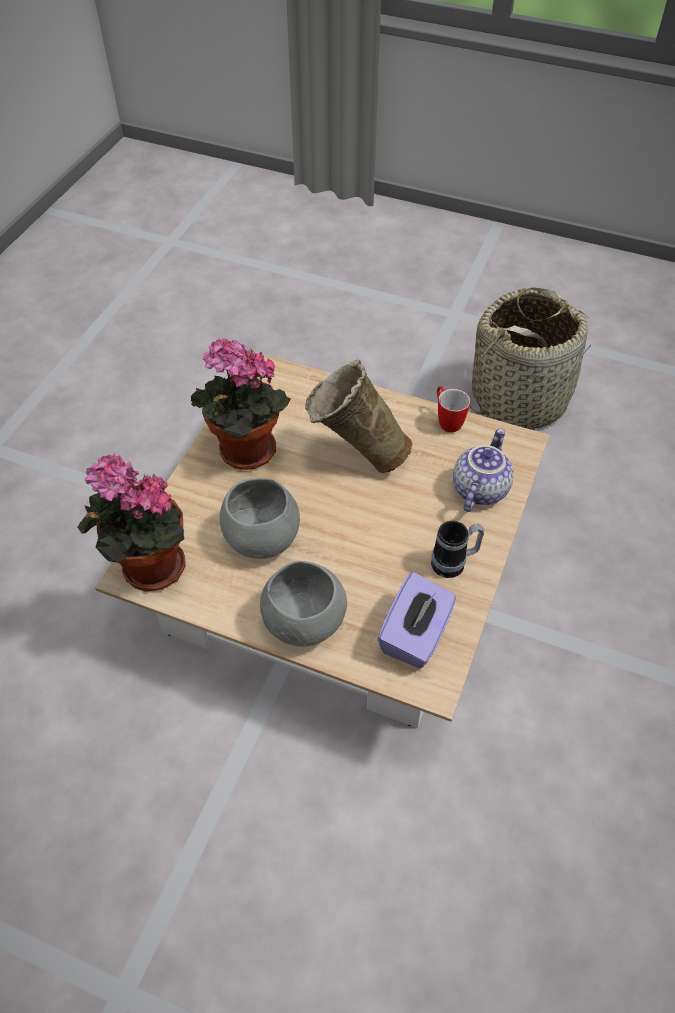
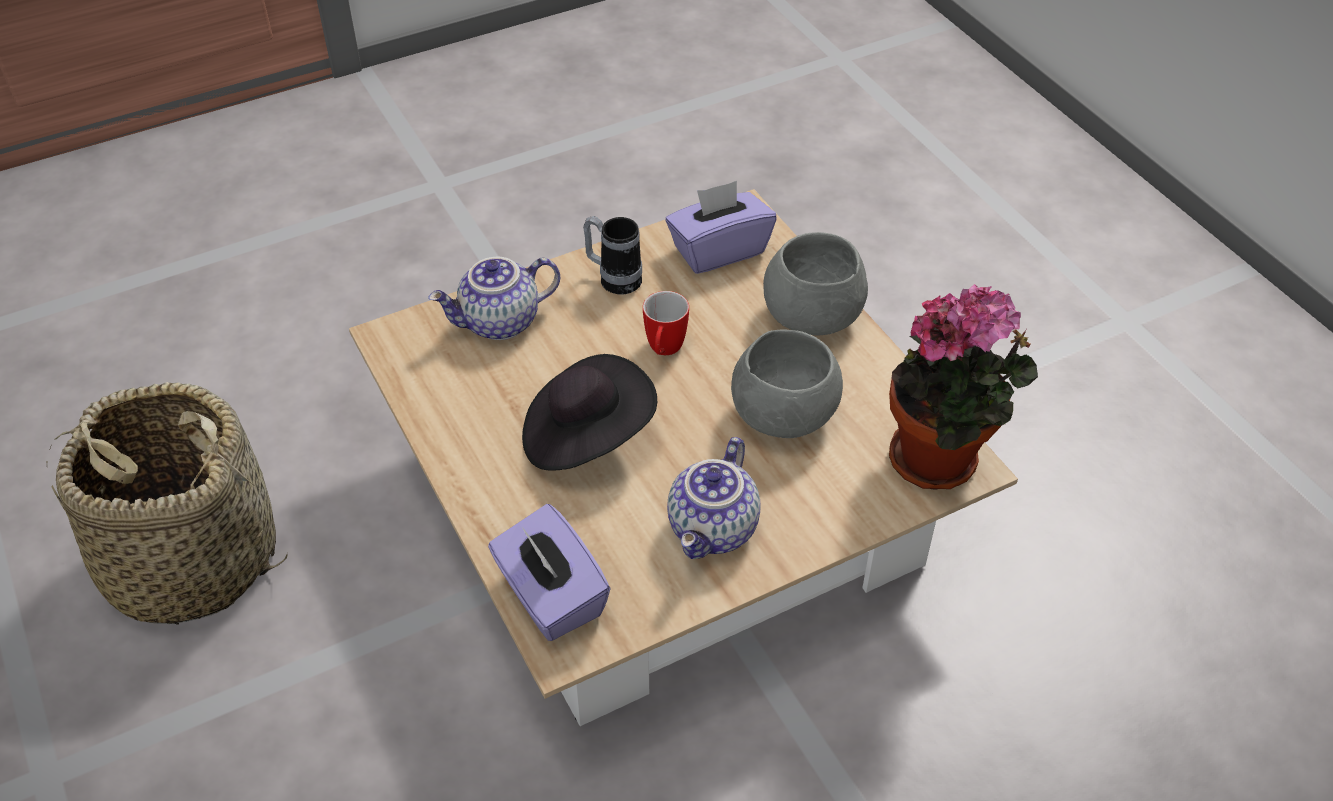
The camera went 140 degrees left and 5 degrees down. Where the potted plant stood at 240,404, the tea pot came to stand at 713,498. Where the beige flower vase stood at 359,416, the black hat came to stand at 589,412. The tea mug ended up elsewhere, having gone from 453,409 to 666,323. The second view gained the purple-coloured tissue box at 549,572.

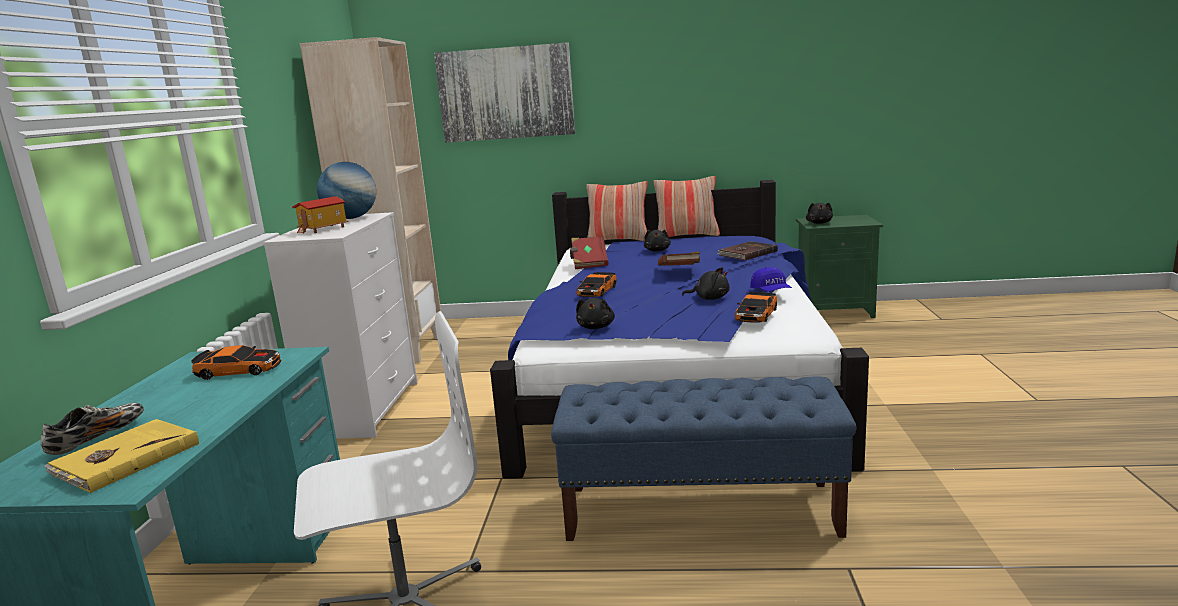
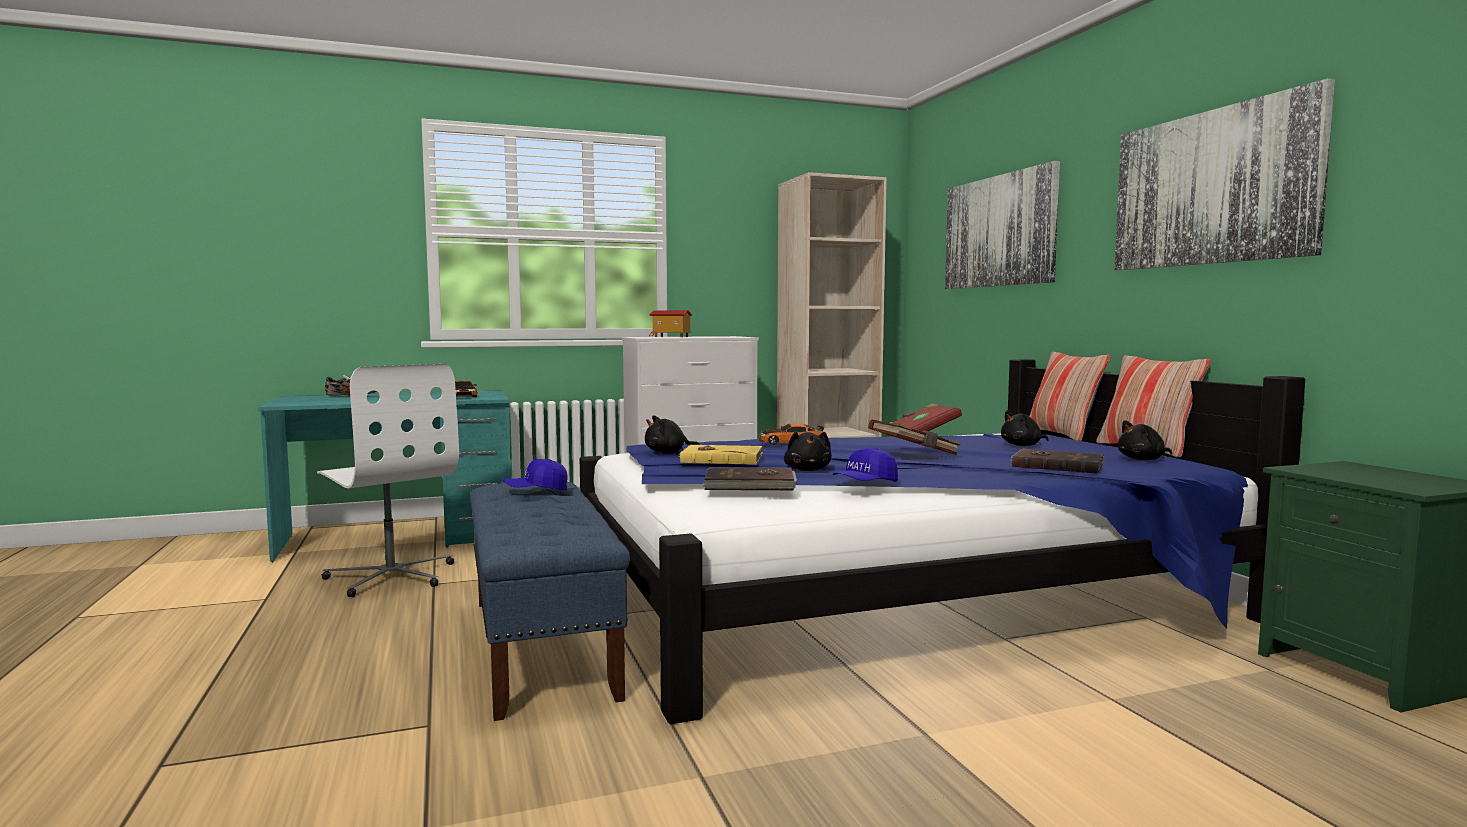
The camera went 65 degrees right and 10 degrees down. The yellow-coloured book ended up elsewhere, having gone from 121,456 to 721,455. The second view lost the globe at 346,190. Where the model car stood at 756,307, the brown-coloured book came to stand at 750,479. The black plush toy ended up elsewhere, having gone from 819,213 to 1145,440. The second view gained the blue peaked cap at 535,474. The second view gained the wall art at 1224,174.

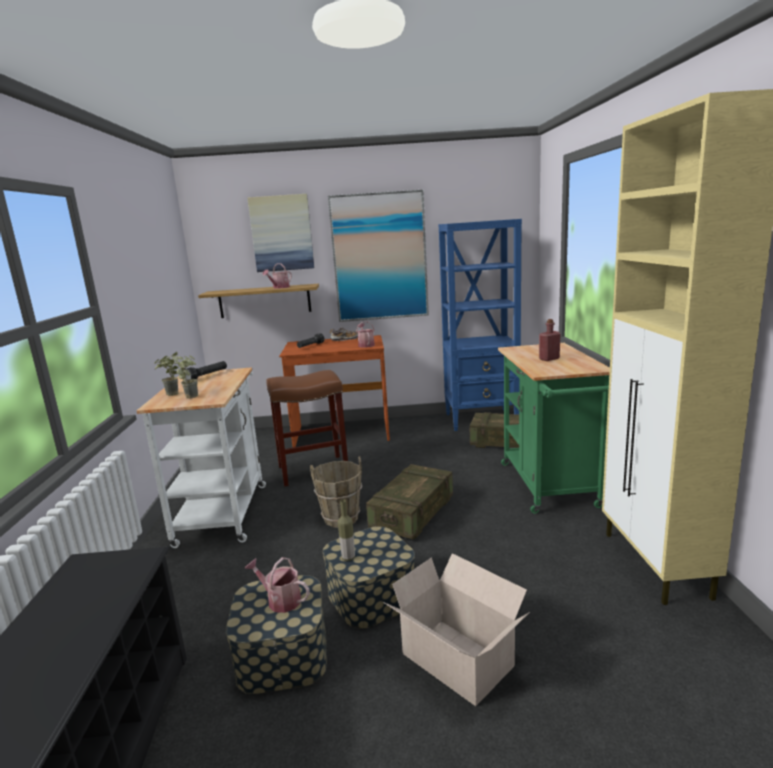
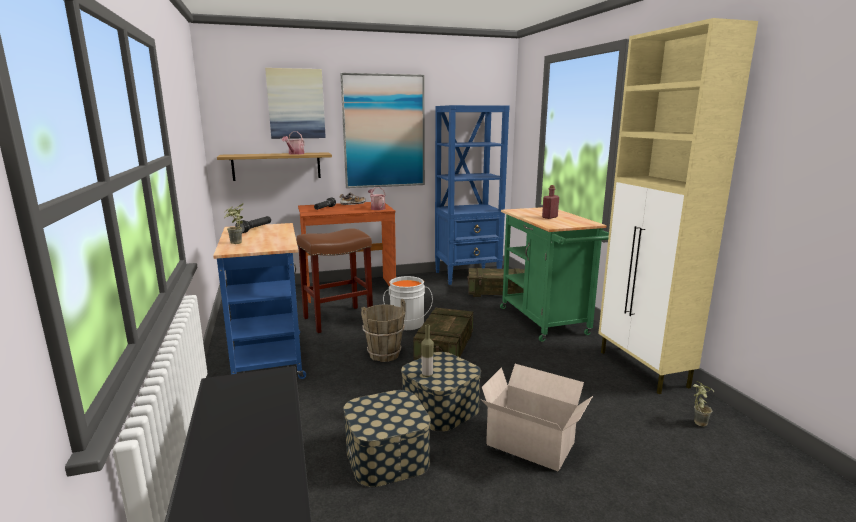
The camera went 15 degrees left and 0 degrees up. What was the white-coloured wheeled cart at 201,458 turned into the blue wheeled cart at 259,301. The potted plant ended up elsewhere, having gone from 185,377 to 703,404. The second view lost the watering can at 277,585. The second view gained the grey water bucket at 408,303.

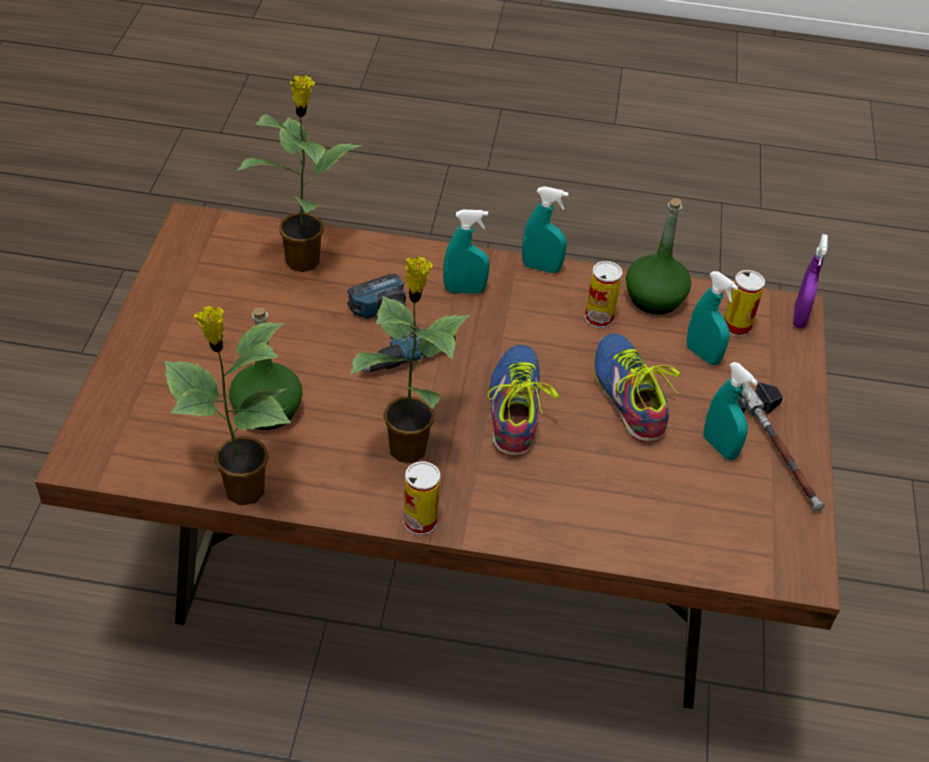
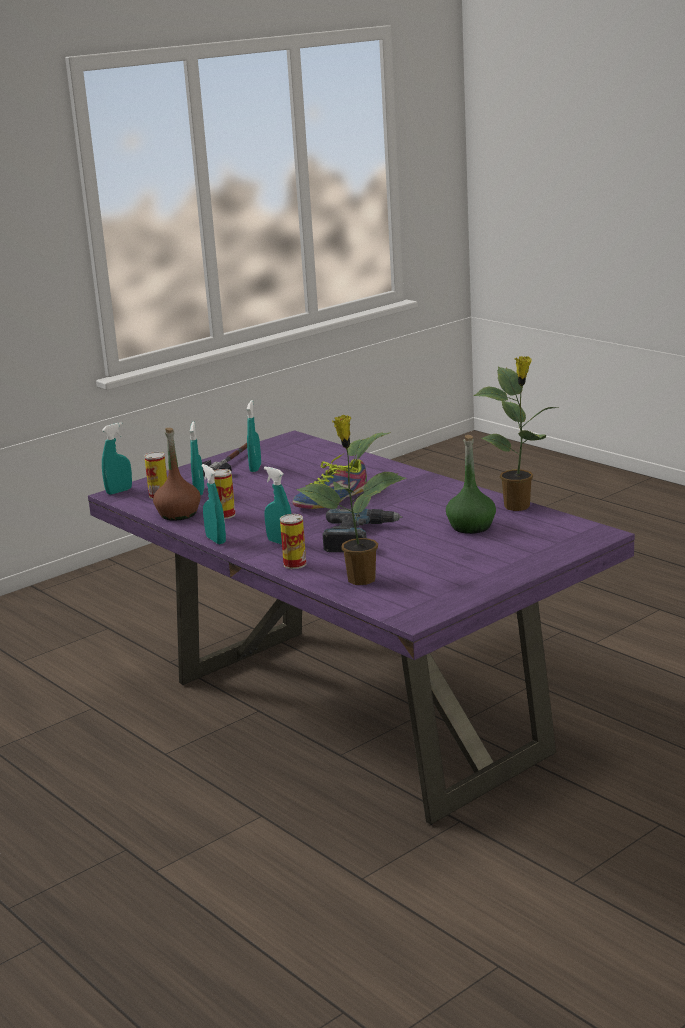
The camera went 135 degrees left and 25 degrees down. What was the brown-coloured kitchen table at 437,456 turned into the purple-coloured kitchen table at 361,627. The second view lost the potted plant at 410,359. The can ended up elsewhere, having gone from 421,498 to 293,541. The second view lost the shoe at 637,388. What was the green drink bottle at 658,256 turned into the brown-coloured drink bottle at 176,474. What was the purple-coloured spray bottle at 810,281 turned into the turquoise-coloured spray bottle at 117,459.

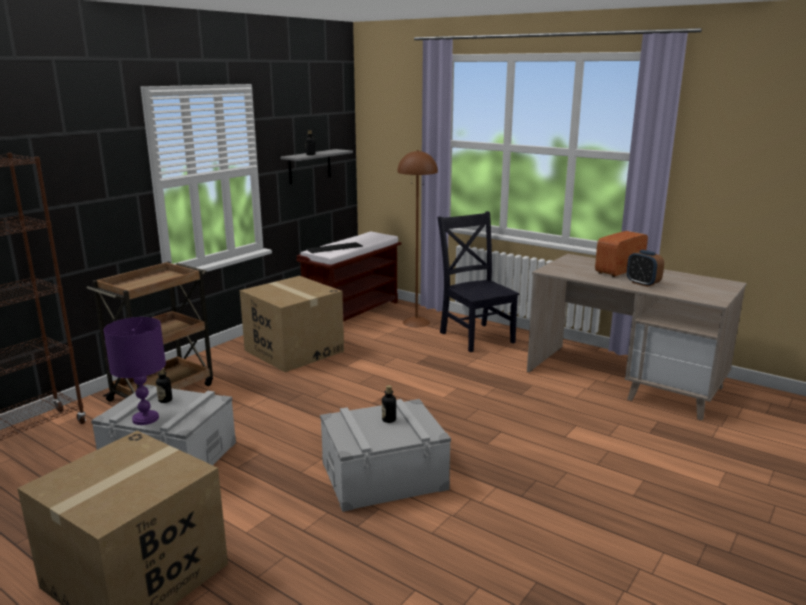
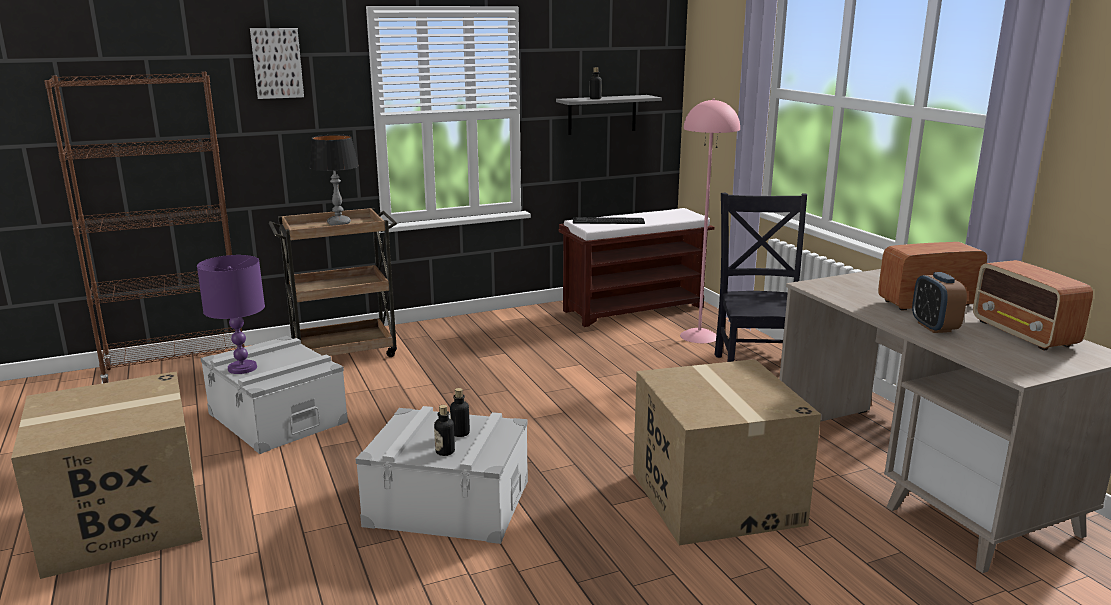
The camera went 30 degrees right and 0 degrees up. The drink bottle ended up elsewhere, having gone from 164,385 to 444,430. The carton ended up elsewhere, having gone from 292,324 to 727,452. What was the brown-coloured floor lamp at 417,238 turned into the pink floor lamp at 710,221. The second view gained the wall art at 277,63. The second view gained the table lamp at 334,180. The second view gained the radio set at 1033,305.

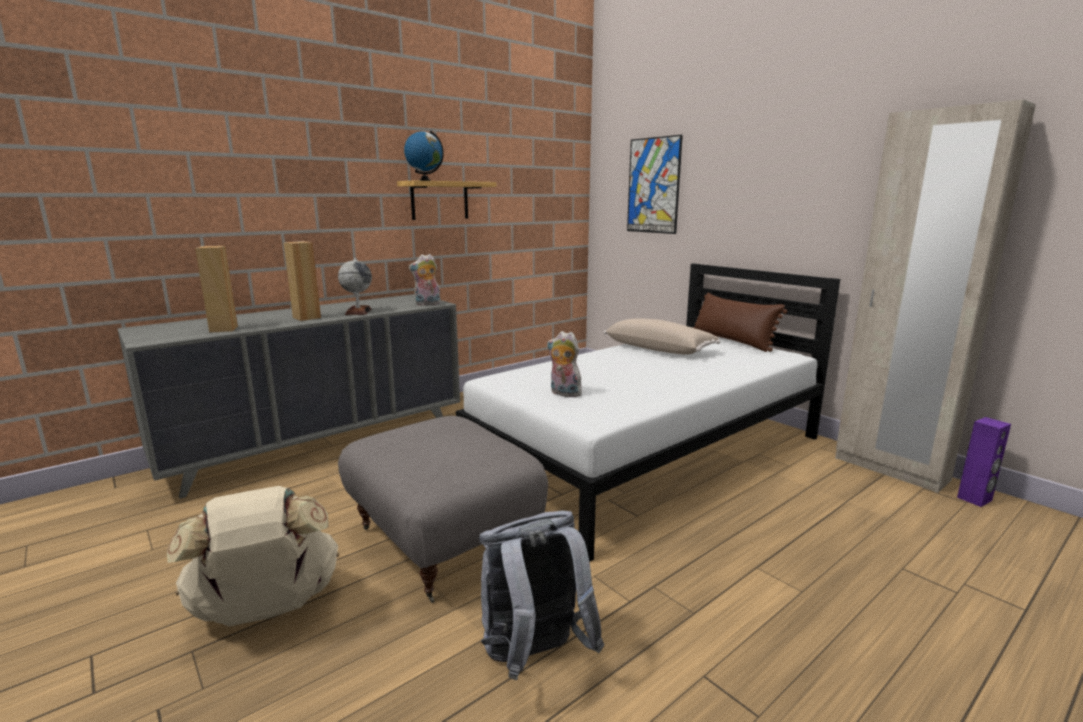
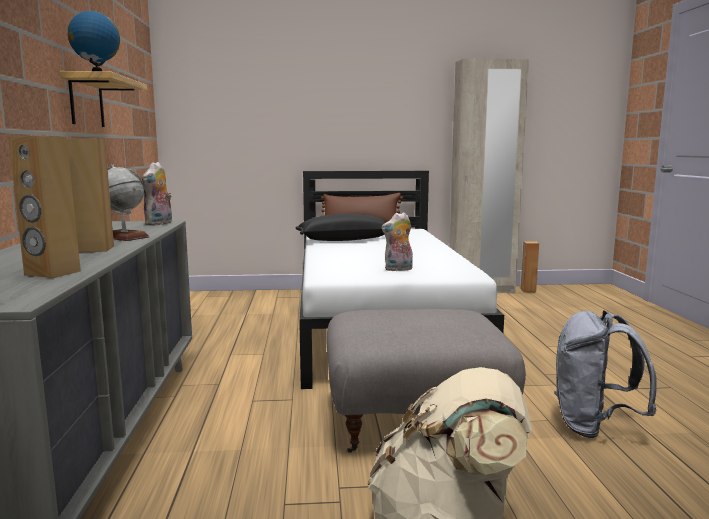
The camera went 55 degrees left and 5 degrees down. What was the beige cushion at 661,336 turned into the black cushion at 341,227. The second view lost the wall art at 655,184. What was the purple-coloured loudspeaker at 984,462 turned into the brown-coloured loudspeaker at 530,266.

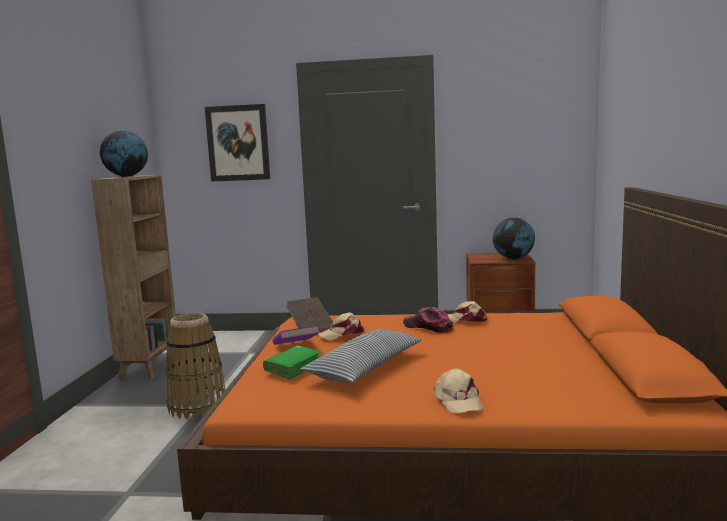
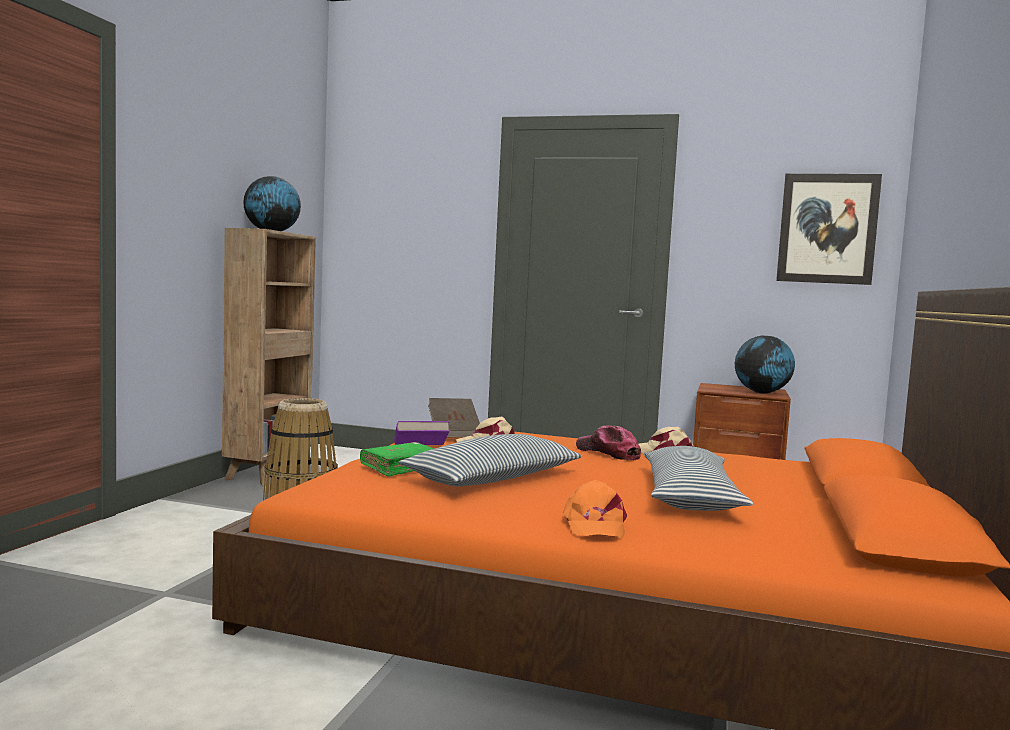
The camera went 10 degrees right and 5 degrees down. The wall art ended up elsewhere, having gone from 237,143 to 829,229. What was the beige peaked cap at 458,390 turned into the orangey peaked cap at 595,509. The second view gained the cushion at 698,478.

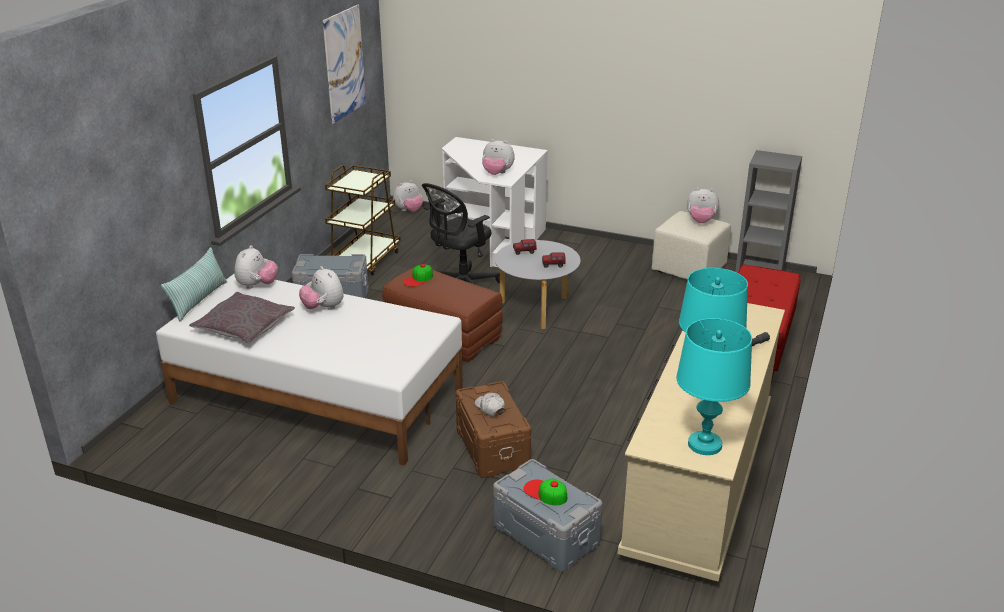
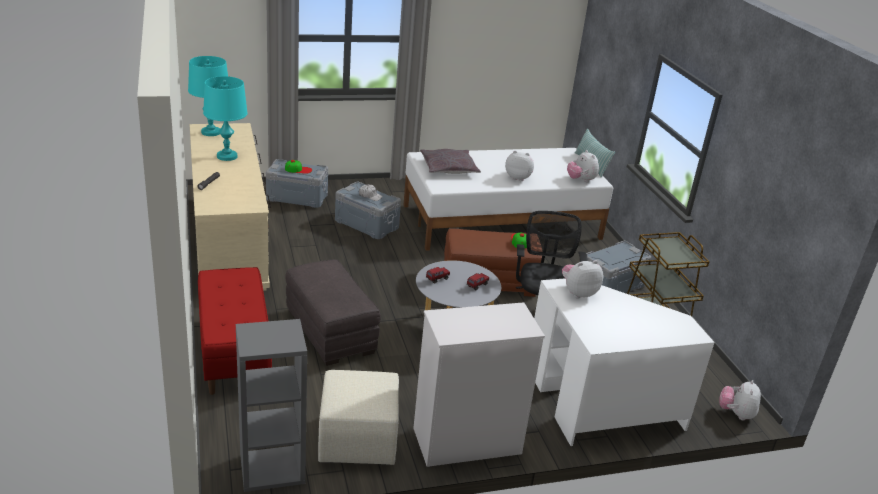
The camera went 140 degrees right and 0 degrees up. The grey cushion ended up elsewhere, having gone from 242,317 to 450,161. The second view lost the wall art at 344,64. What was the brown-coloured storage container at 493,429 turned into the grey storage container at 368,210. The second view lost the plush toy at 703,205. The second view gained the grey ottoman at 333,313. The second view gained the white-coloured chest of drawers at 479,384.

